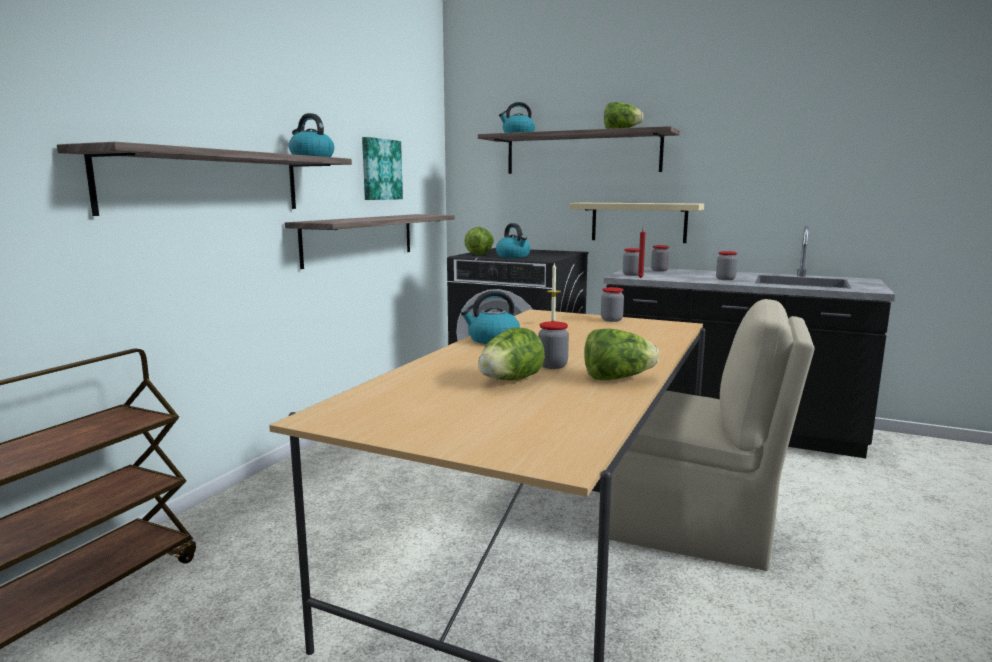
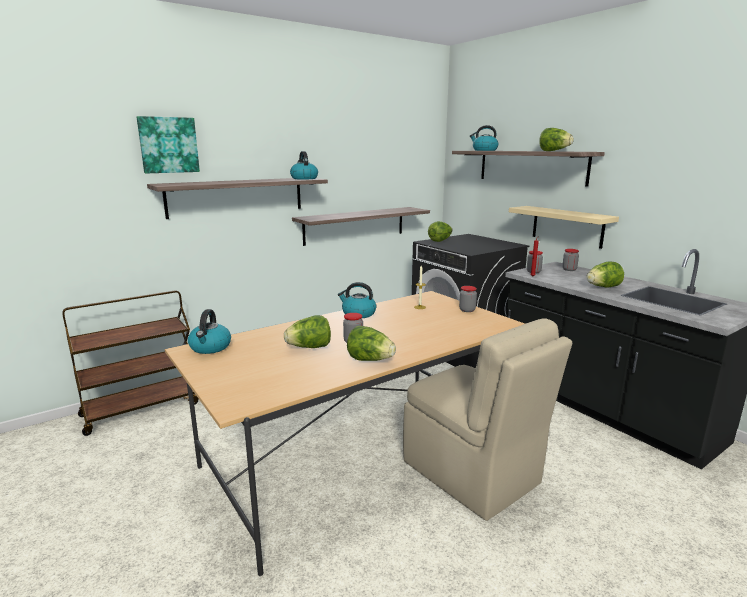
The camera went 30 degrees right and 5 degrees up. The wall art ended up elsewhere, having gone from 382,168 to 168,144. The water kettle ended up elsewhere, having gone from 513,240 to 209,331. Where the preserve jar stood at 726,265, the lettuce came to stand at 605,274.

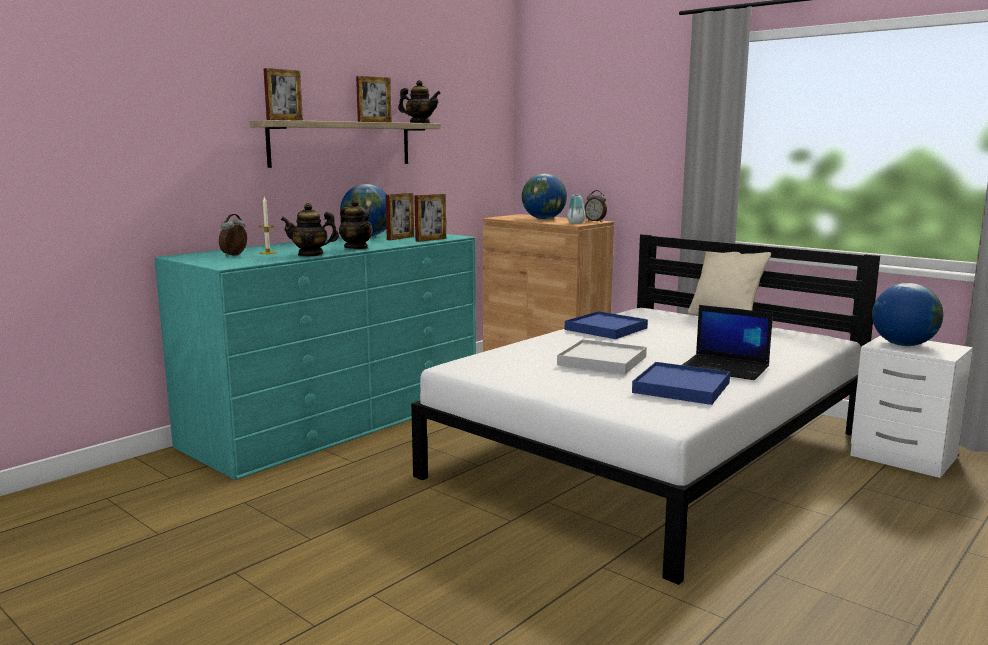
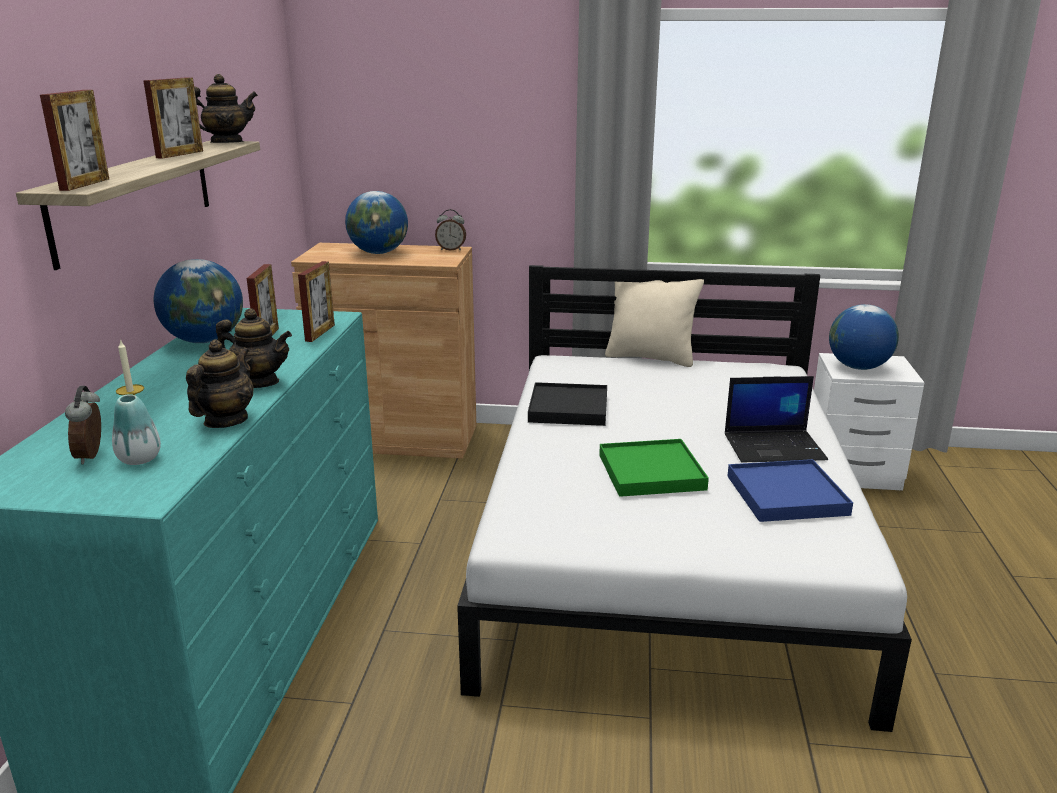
The camera went 35 degrees left and 10 degrees up. The tea pot at 310,230 ended up facing another way, 150 degrees clockwise from before. What was the white-coloured tray at 602,357 turned into the green tray at 654,468. What was the blue tray at 606,325 turned into the black tray at 567,404. The flower vase ended up elsewhere, having gone from 576,209 to 136,429.

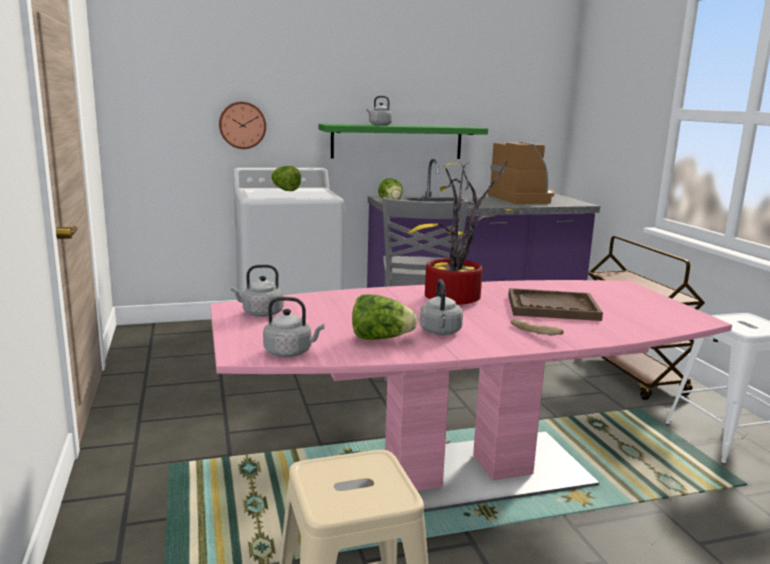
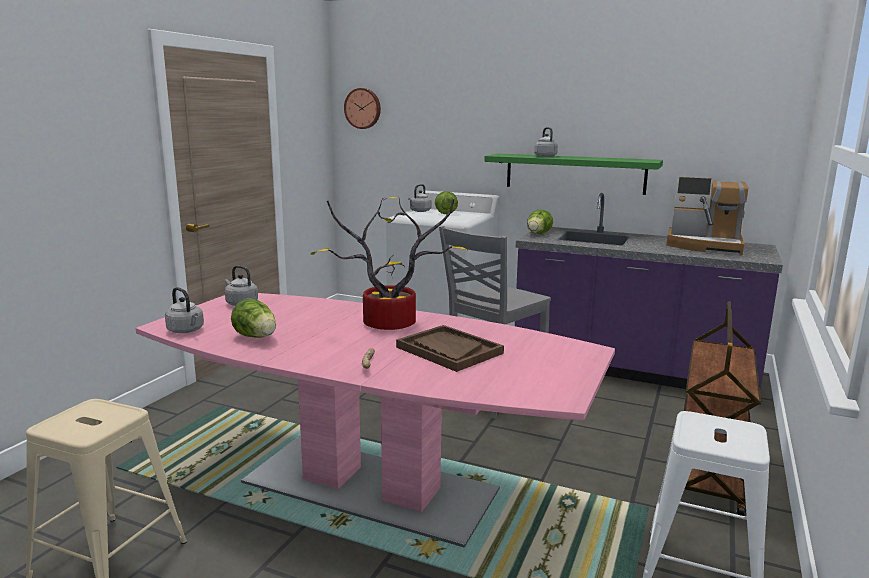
The camera went 40 degrees right and 0 degrees up. The wall clock ended up elsewhere, having gone from 242,125 to 362,108. The grey water kettle ended up elsewhere, having gone from 441,307 to 419,198. The coffee machine at 521,173 ended up facing another way, 90 degrees clockwise from before.

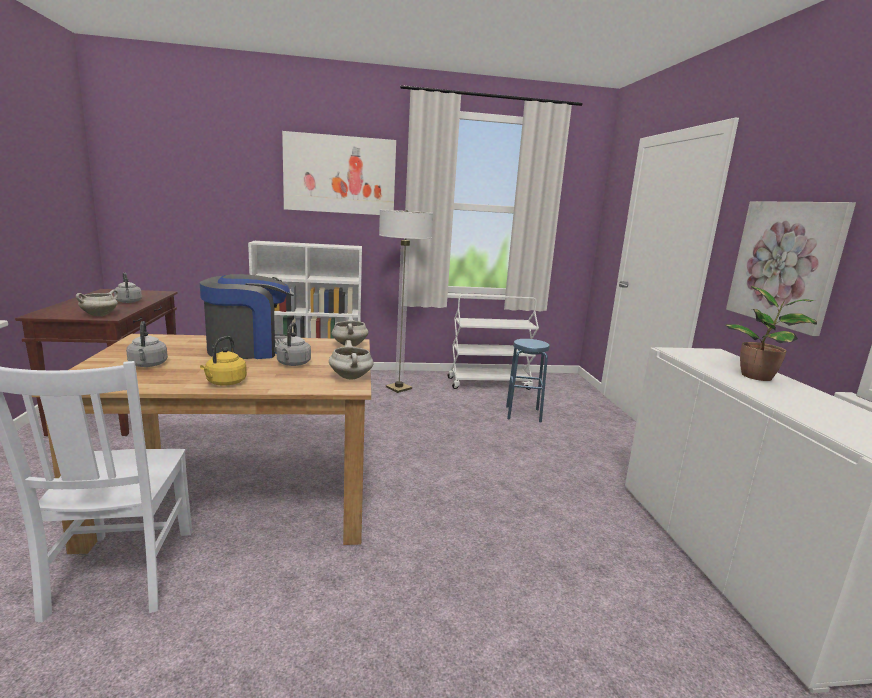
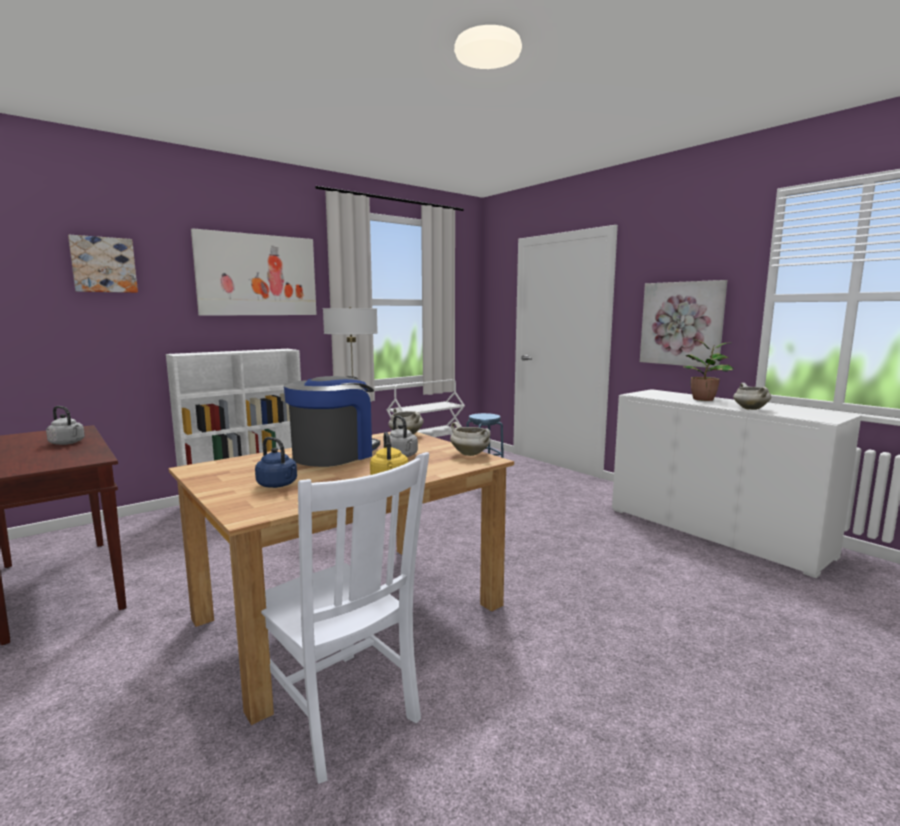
The camera went 30 degrees left and 5 degrees down. The white-coloured stockpot ended up elsewhere, having gone from 97,303 to 752,396. What was the grey water kettle at 147,344 turned into the blue water kettle at 276,462. The second view gained the wall art at 103,264.

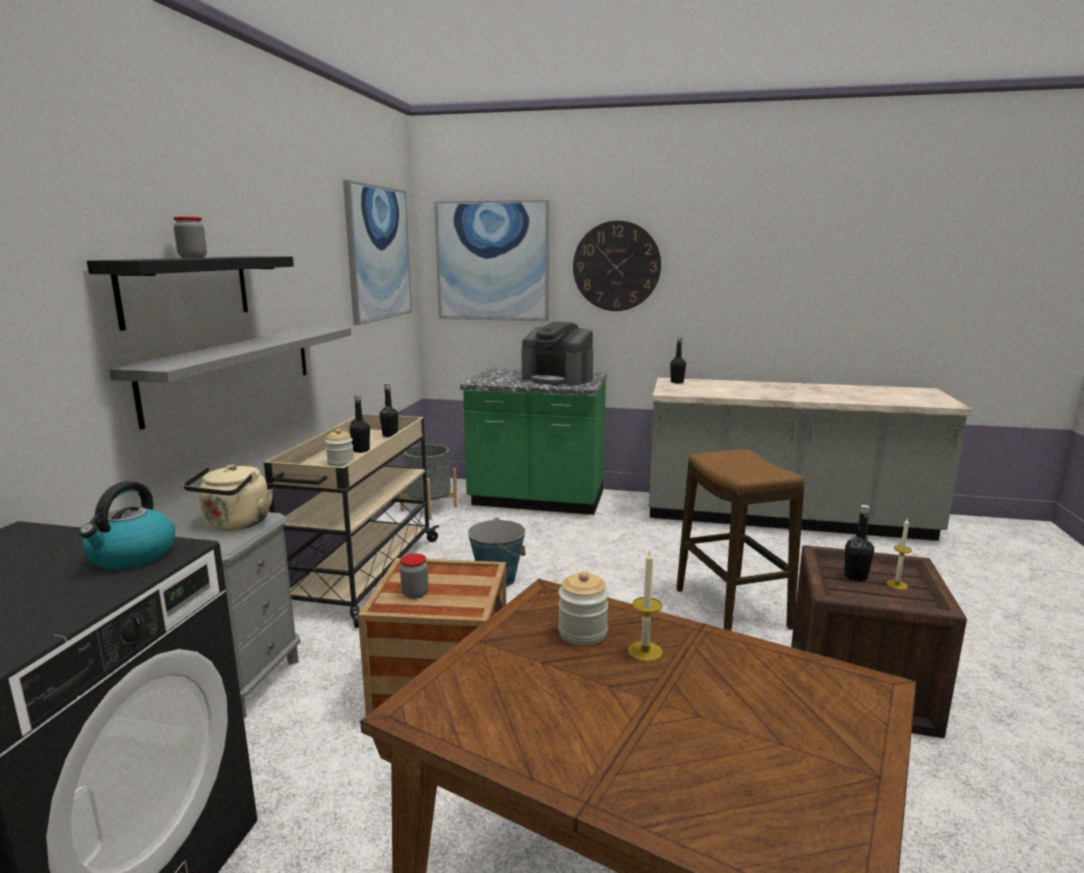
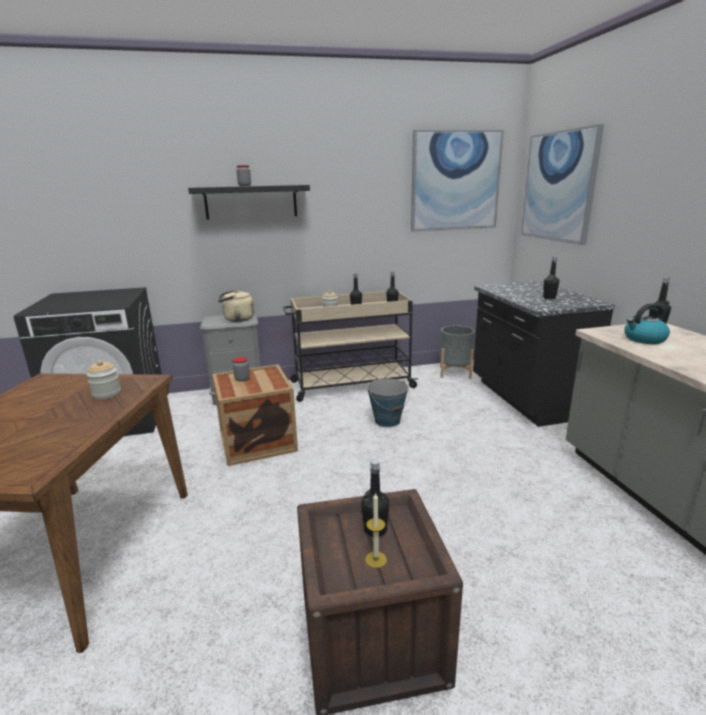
The camera went 65 degrees right and 5 degrees up. The water kettle ended up elsewhere, having gone from 127,525 to 647,323. The second view lost the grey bracket shelf at 230,378. What was the green counter at 533,442 turned into the black counter at 544,354. Where the coffee machine stood at 558,354, the black drink bottle came to stand at 551,278. The second view lost the wall clock at 617,265. The second view lost the candle at 645,606. The second view lost the stool at 740,540.

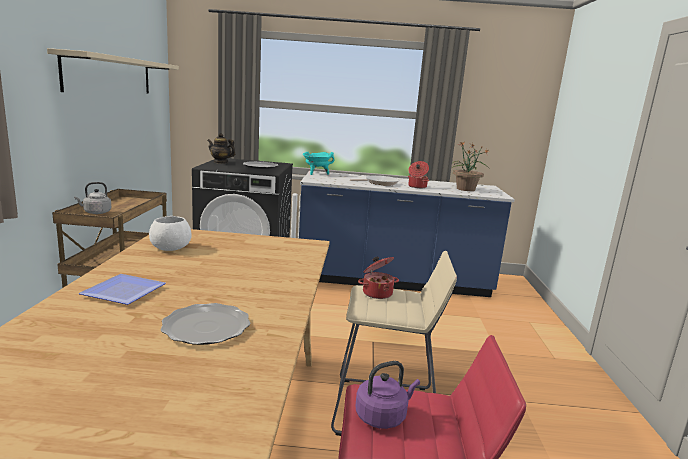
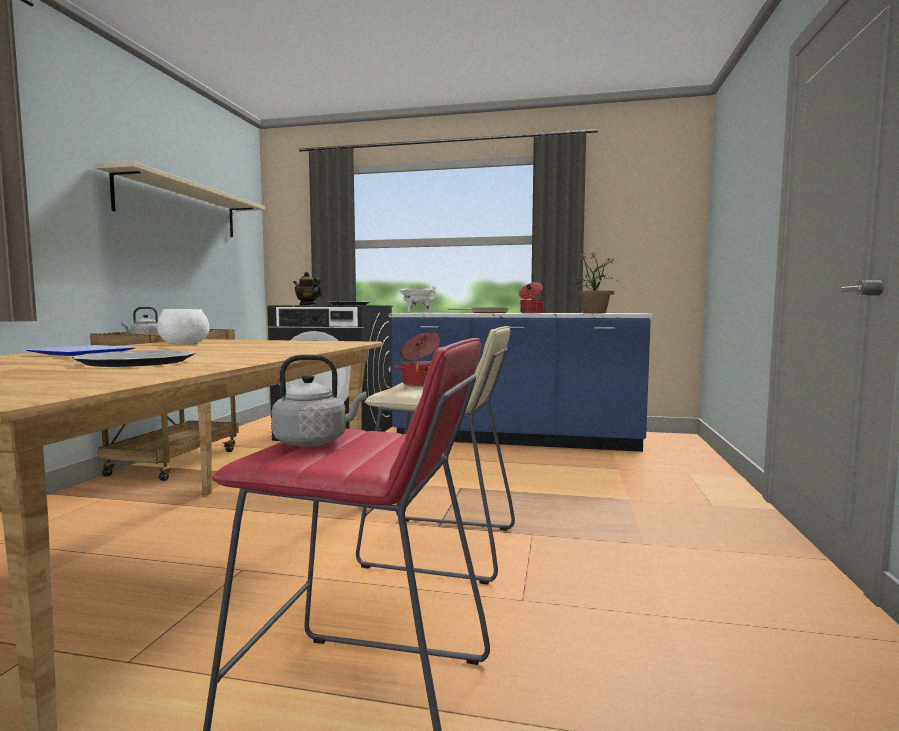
The camera went 10 degrees right and 10 degrees down. What was the turquoise-coloured stockpot at 318,163 turned into the white-coloured stockpot at 418,299. What was the purple-coloured water kettle at 387,395 turned into the grey water kettle at 319,400.

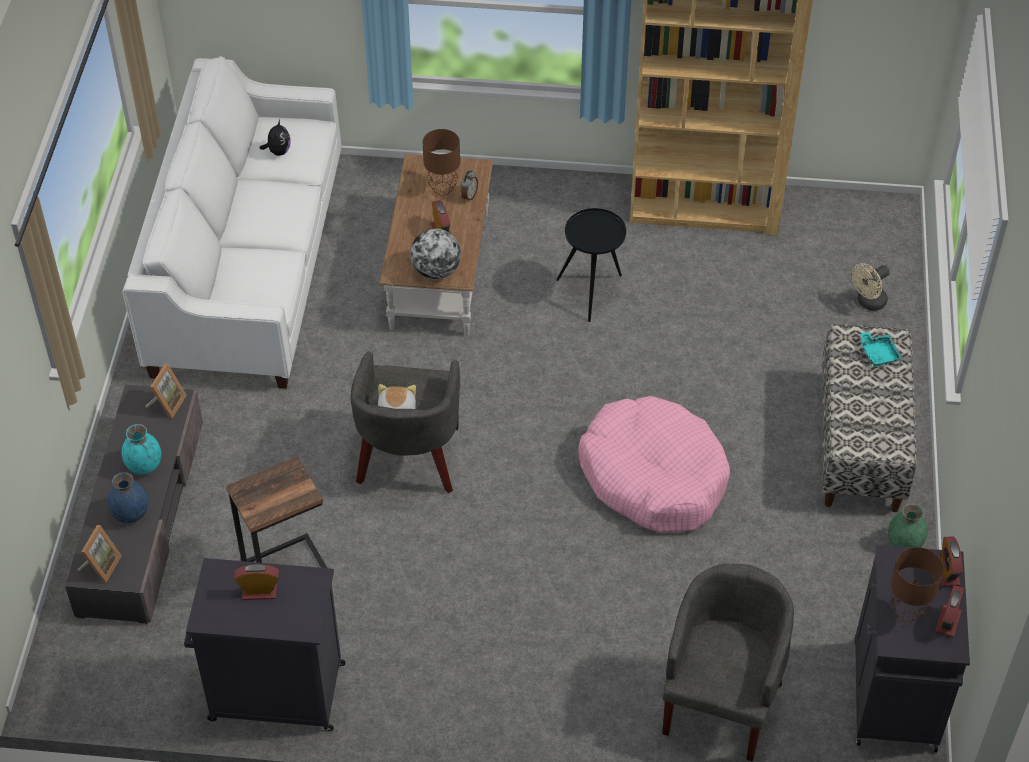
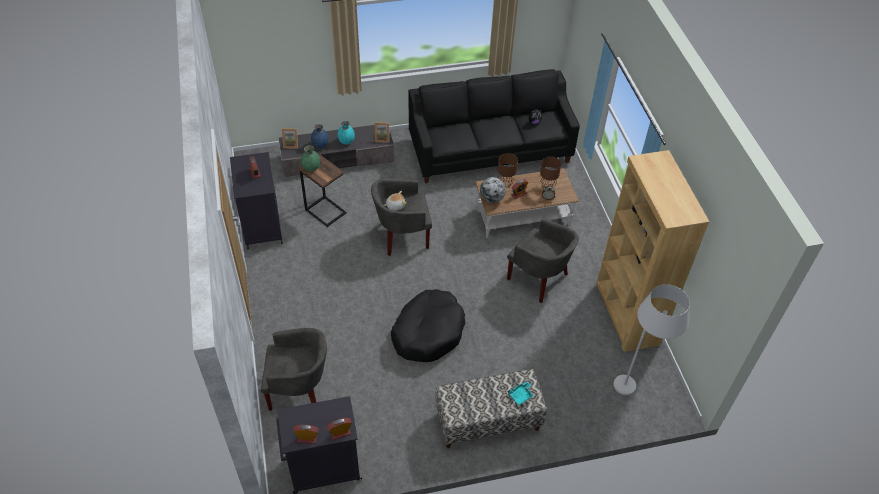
The camera went 70 degrees right and 0 degrees up. What was the white-coloured settee at 232,222 turned into the black settee at 494,126. Where the black accent table stood at 591,265, the grey lounge chair came to stand at 543,261. What was the pink dog cushion at 654,464 turned into the black dog cushion at 428,325. The second view lost the beige cooling fan at 871,287. The green flower vase ended up elsewhere, having gone from 908,525 to 310,158. The brown-coloured table lamp ended up elsewhere, having gone from 917,584 to 508,170. The second view gained the white-coloured floor lamp at 651,339.

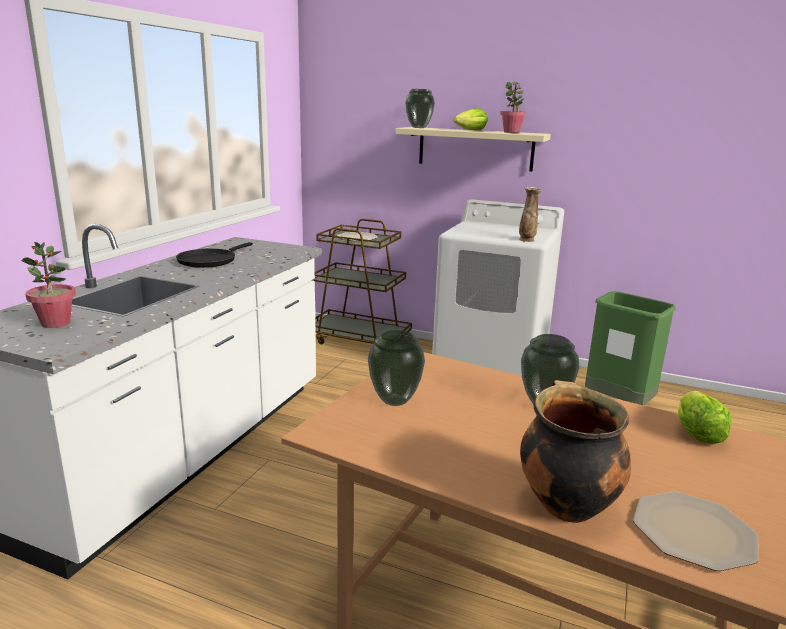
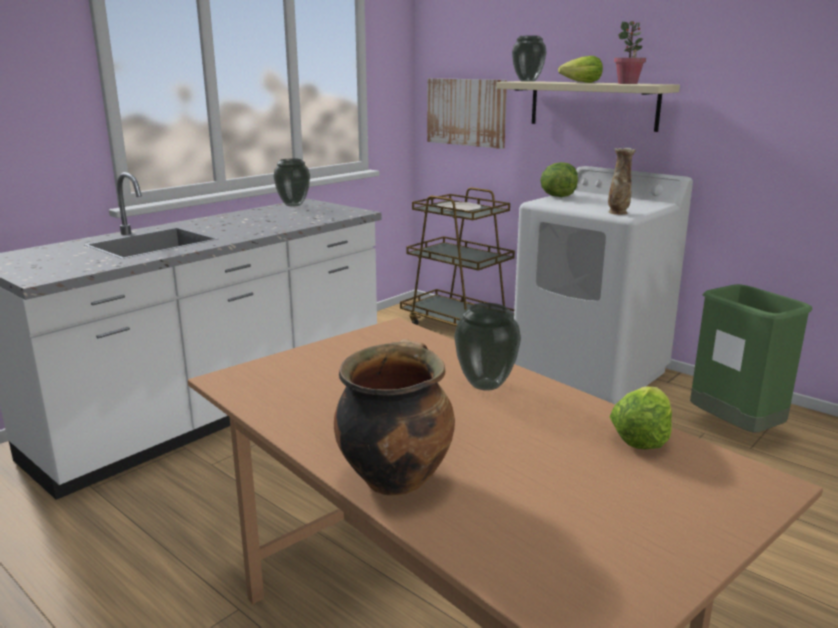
The camera went 20 degrees right and 0 degrees up. The second view lost the potted plant at 49,285. The second view lost the black pan at 214,255. The flower vase ended up elsewhere, having gone from 396,368 to 291,182. The second view lost the plate at 696,531. The second view gained the wall art at 467,113. The second view gained the lettuce at 559,179.

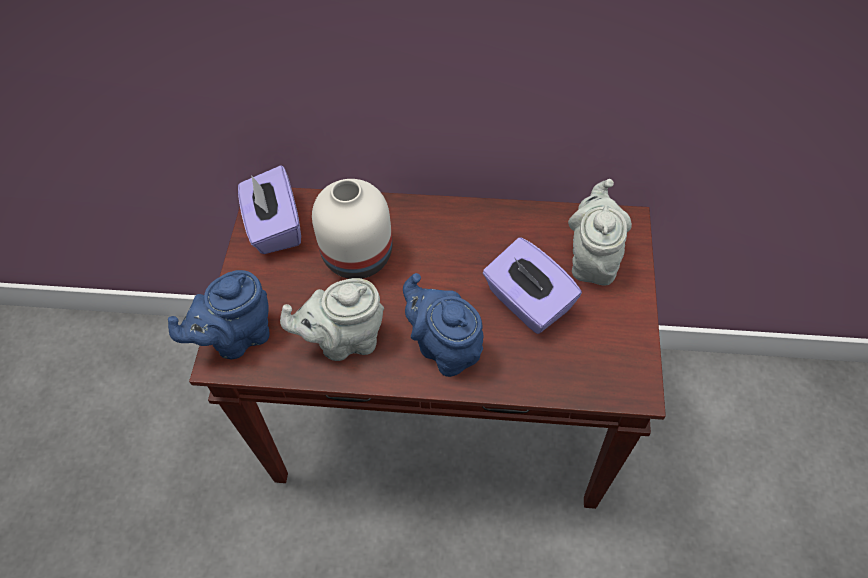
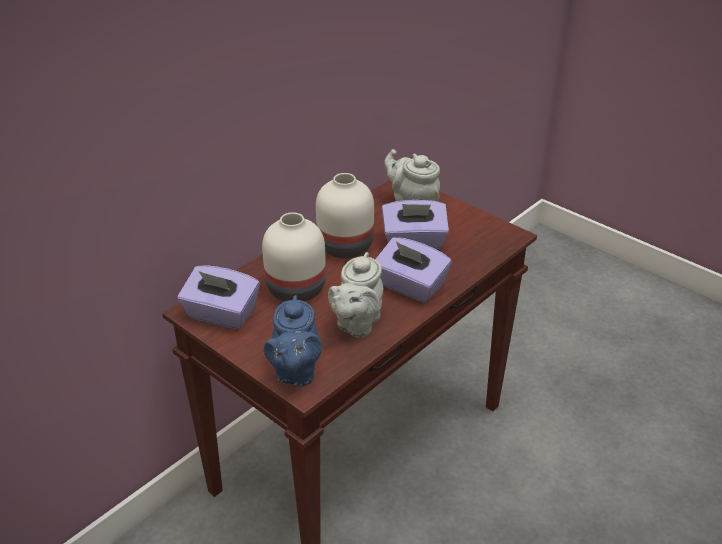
The camera went 55 degrees left and 20 degrees down. Where the blue tea pot stood at 443,325, the purple-coloured tissue box came to stand at 413,270. The second view gained the white-coloured flower vase at 345,215.

